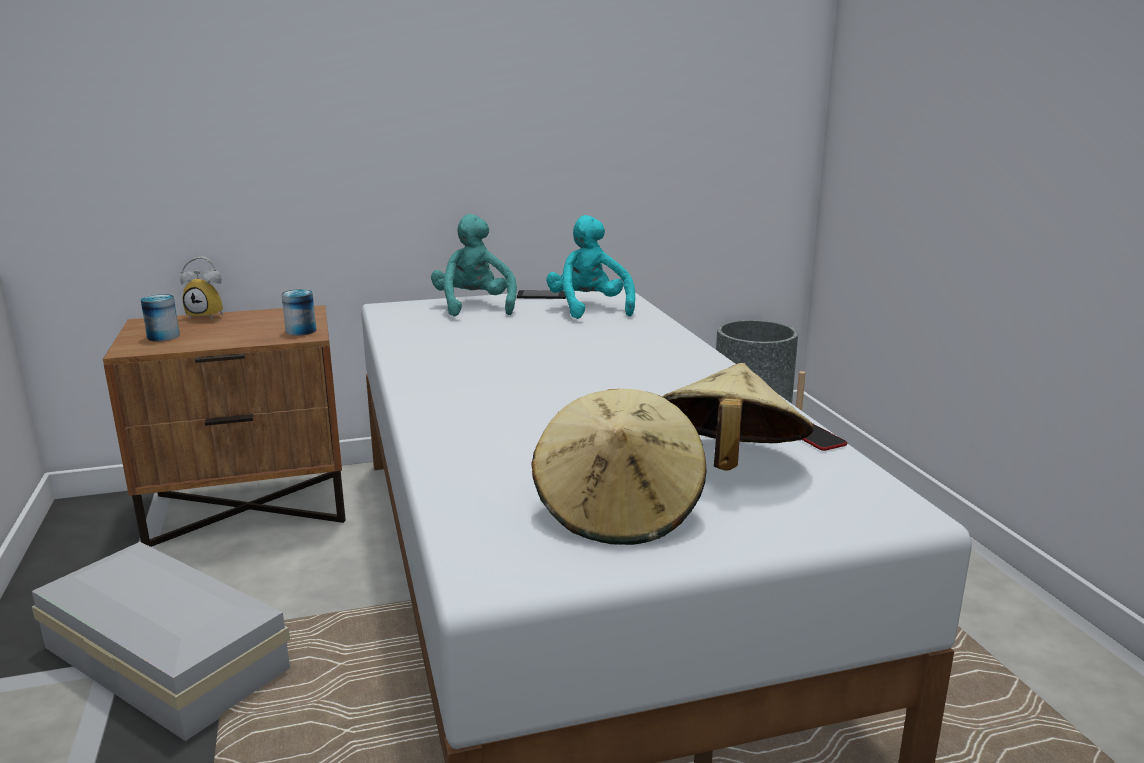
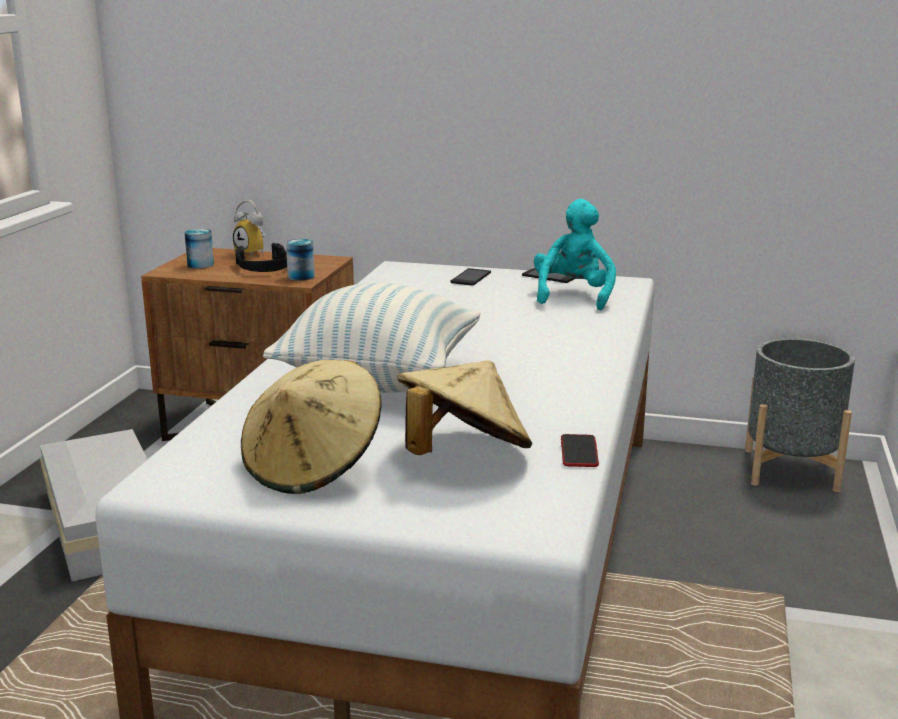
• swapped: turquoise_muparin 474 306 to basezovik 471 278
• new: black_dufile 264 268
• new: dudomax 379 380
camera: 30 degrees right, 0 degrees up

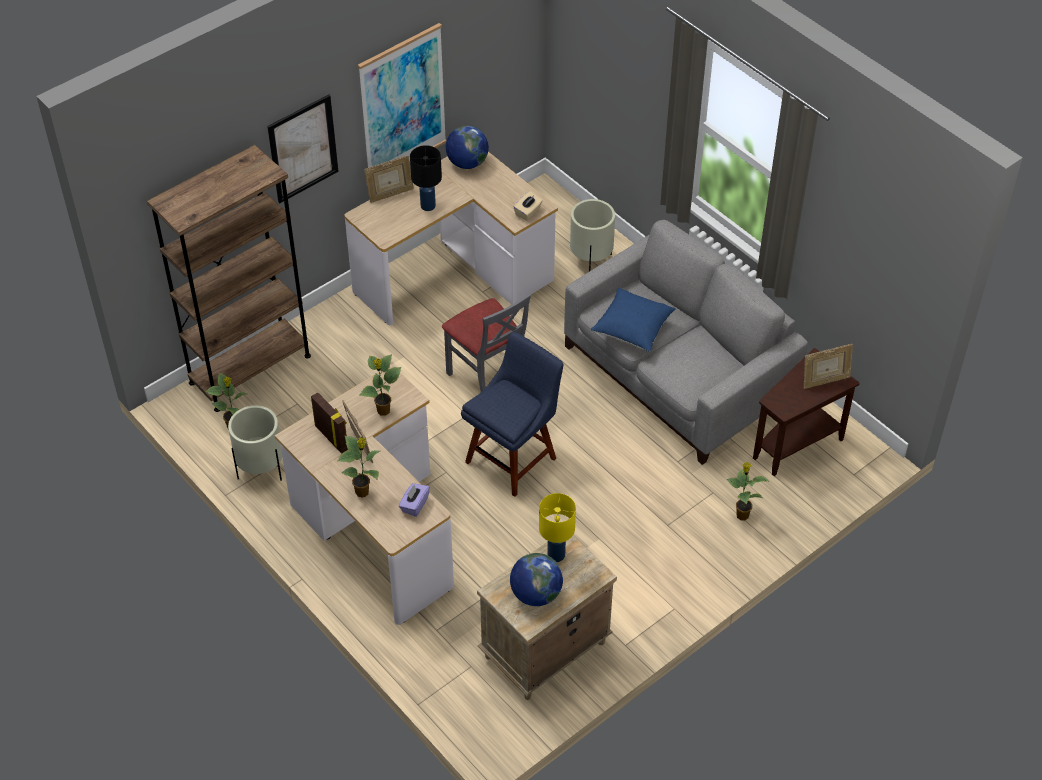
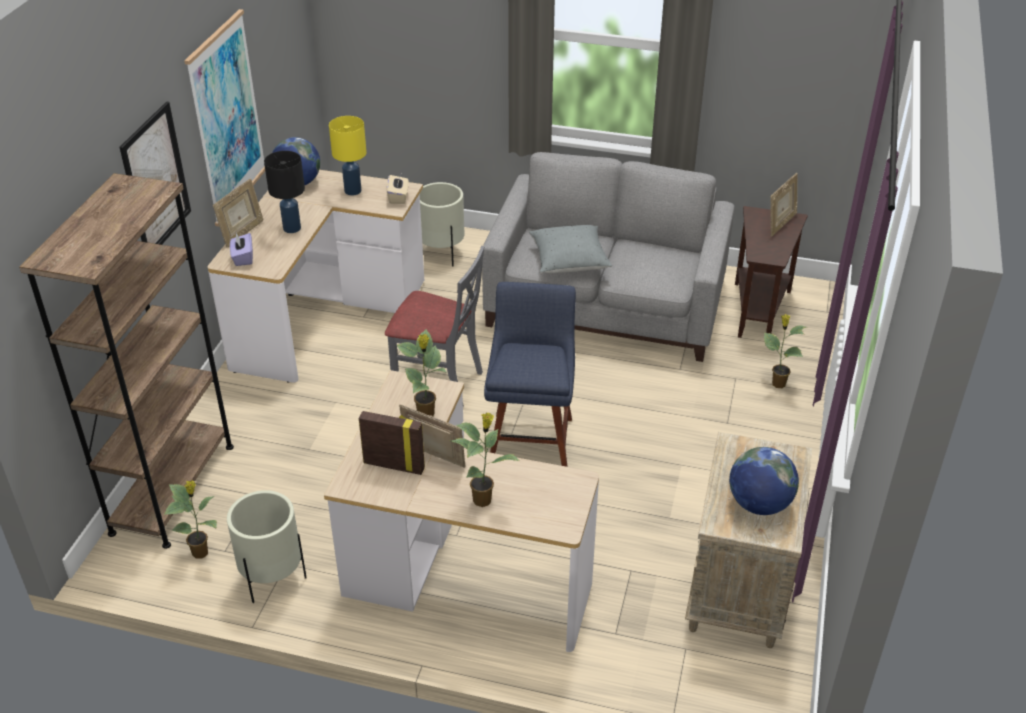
• repainted: blue_dudomax 632 329 to grey_dudomax 569 261
• shifted: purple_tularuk 414 505 to 243 258
• shifted: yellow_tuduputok 555 554 to 352 191
camera: 35 degrees left, 10 degrees down

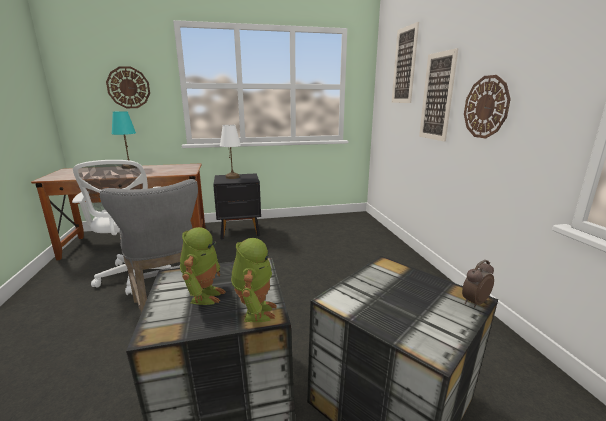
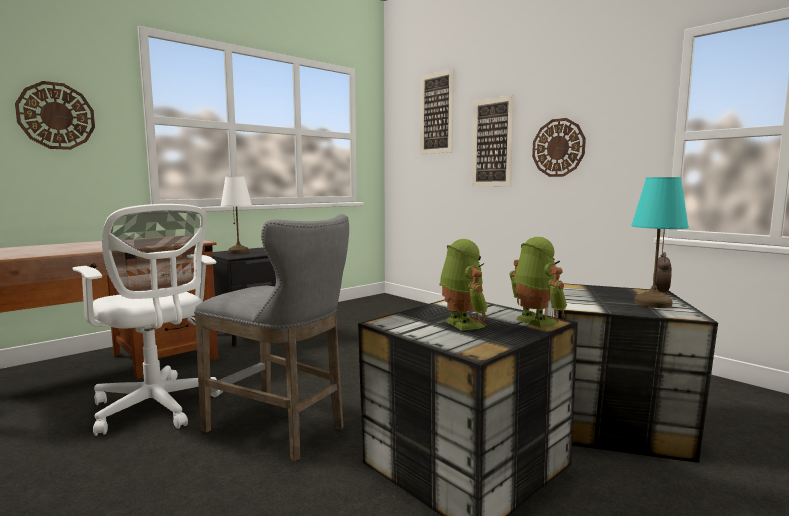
• shifted: turquoise_tuduputok 129 167 to 652 303
camera: 30 degrees left, 10 degrees down

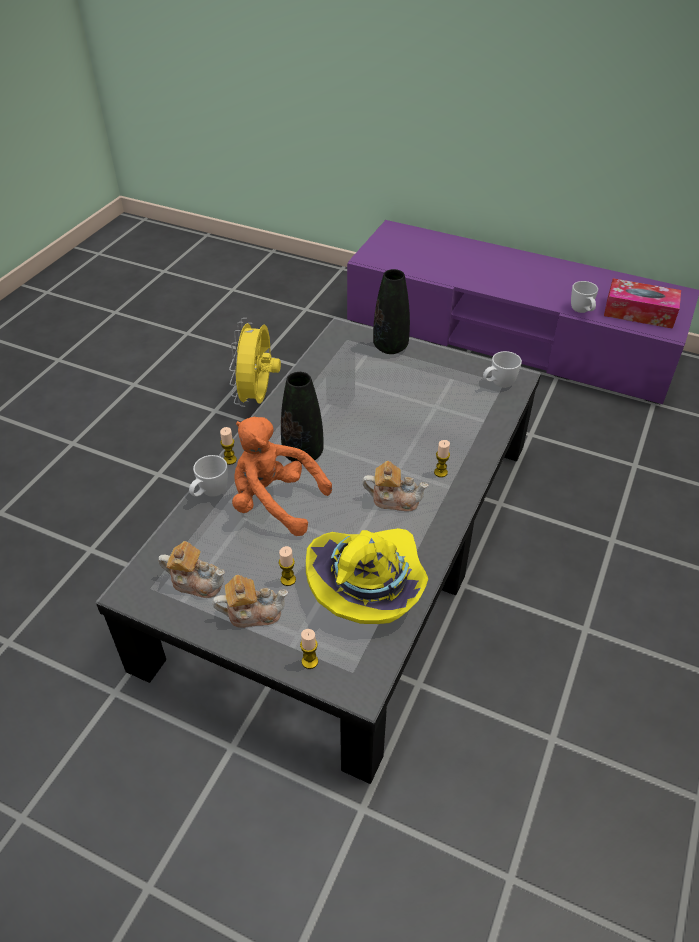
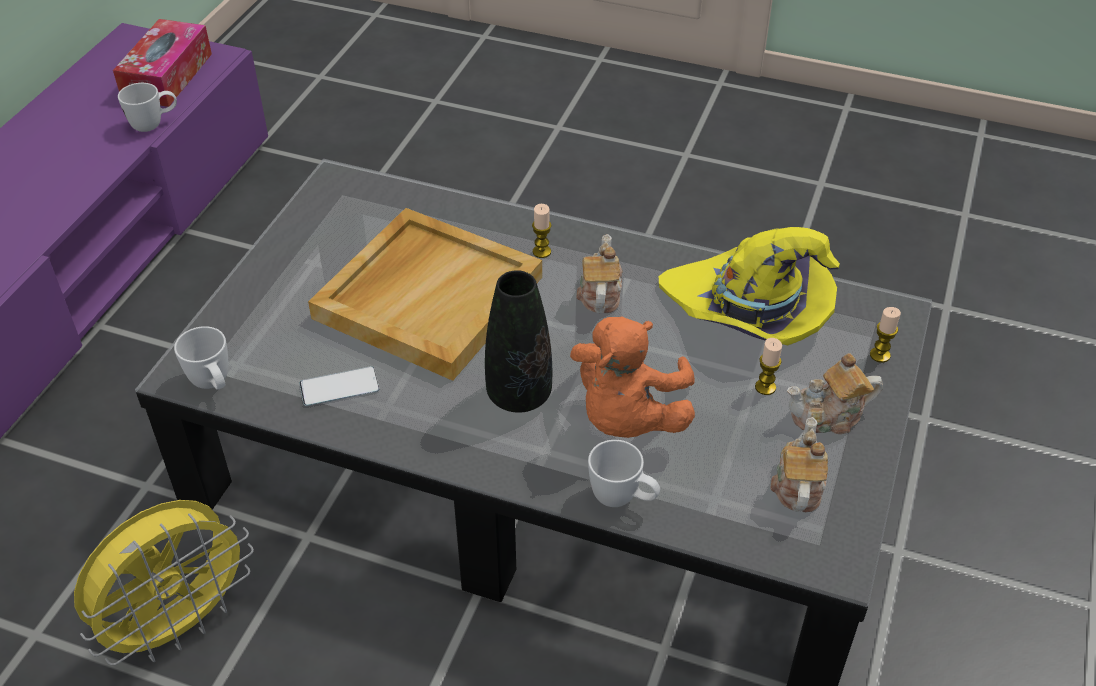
• gone: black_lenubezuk 390 347
• rotated: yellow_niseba 257 398 = 179 625 45 degrees counterclockwise
• shifted: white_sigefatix 498 384 to 213 385
• gone: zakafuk 230 460
• rotated: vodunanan 253 613 = 829 416 90 degrees counterclockwise
• new: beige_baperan 428 296
• new: basezovik 339 387
camera: 95 degrees left, 0 degrees up

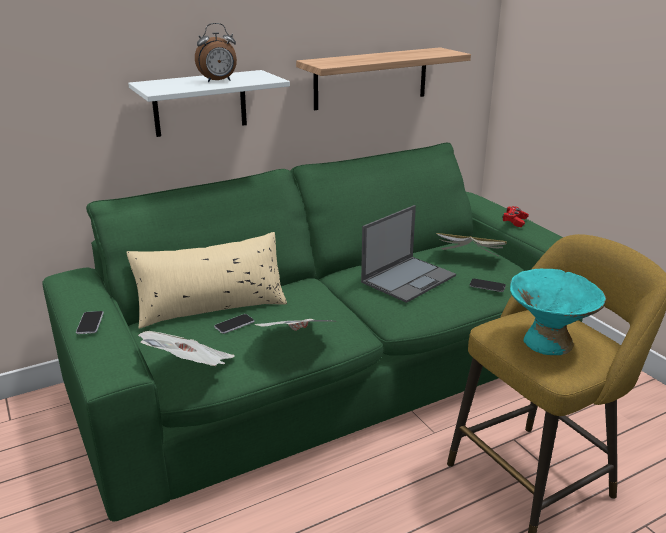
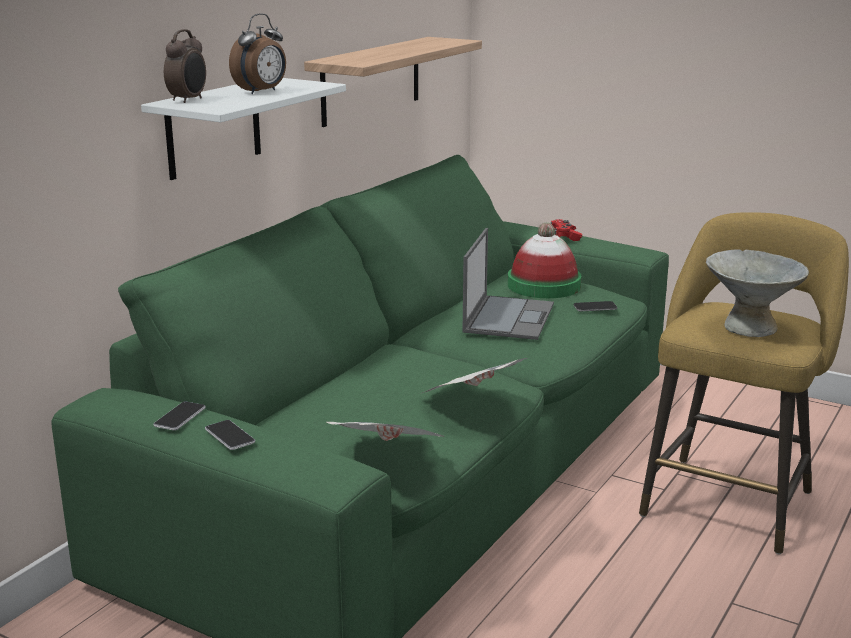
• gone: beige_dudomax 211 307
• swapped: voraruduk 469 258 to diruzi 544 285
• repainted: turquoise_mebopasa 548 342 to grey_mebopasa 750 327
• shifted: basezovik 234 324 to 180 417
• new: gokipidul 188 100
camera: 30 degrees left, 5 degrees down

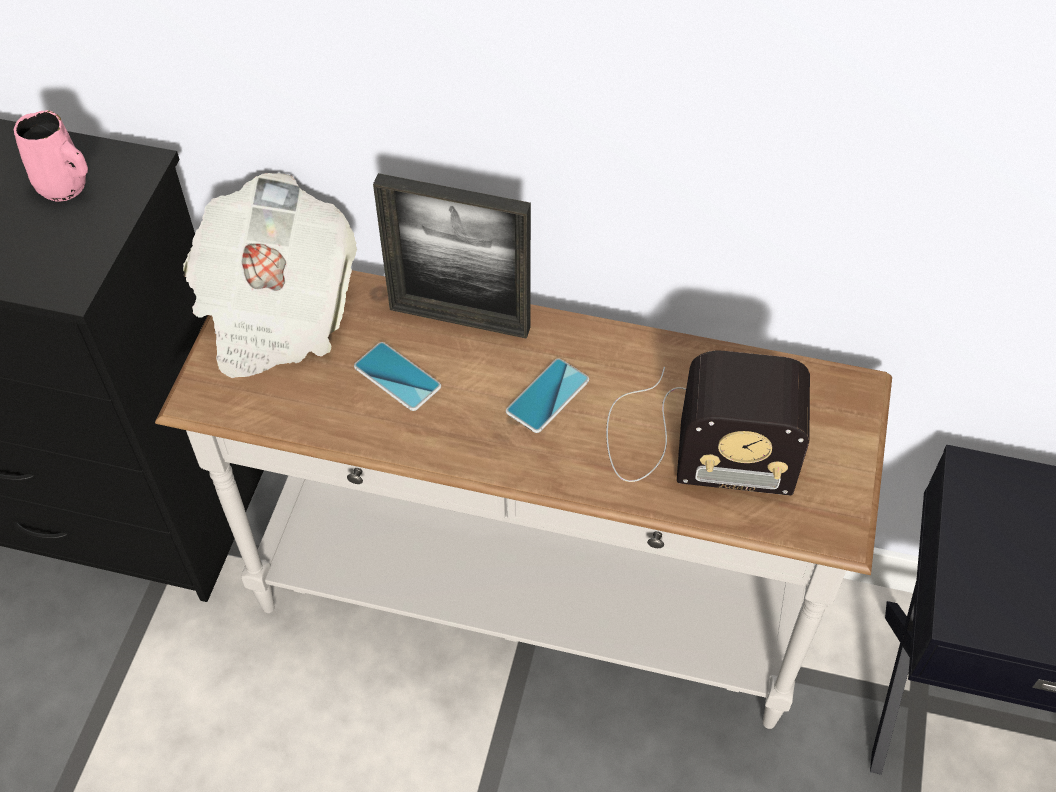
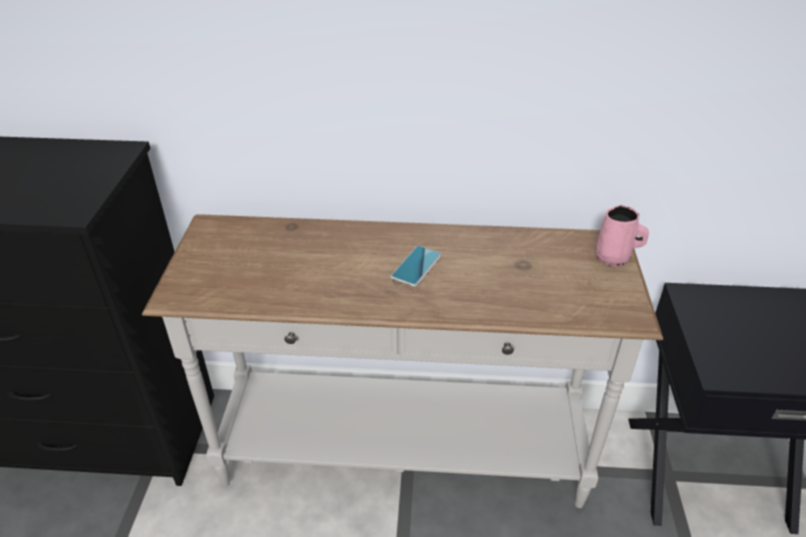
• shifted: pink_sigefatix 65 187 to 614 258
• gone: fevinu 274 310
• gone: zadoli 459 318
• gone: basezovik 397 377
• gone: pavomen 693 444
camera: 10 degrees left, 15 degrees down

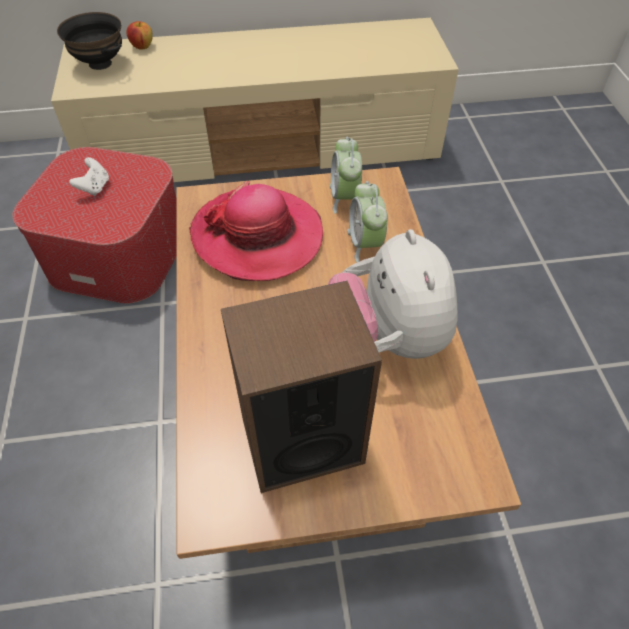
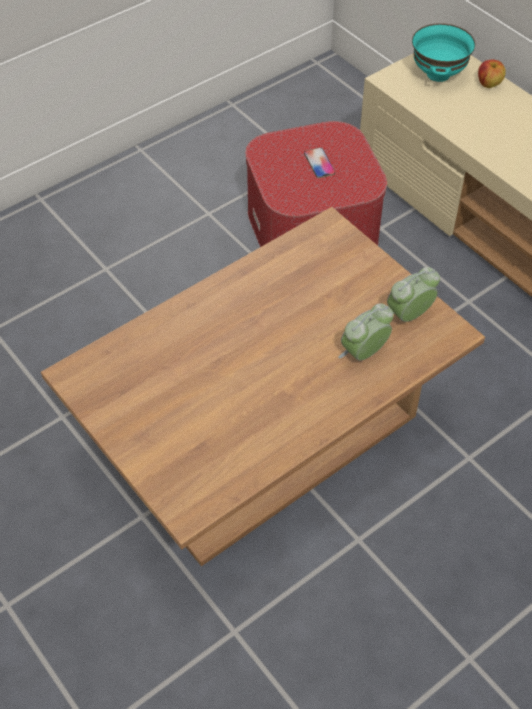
• repainted: black_mebopasa 101 63 to turquoise_mebopasa 439 75
• swapped: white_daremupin 95 187 to basezovik 319 163
• gone: diruzi 258 236
• gone: muparin 387 338
• gone: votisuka 301 440
camera: 60 degrees right, 0 degrees up

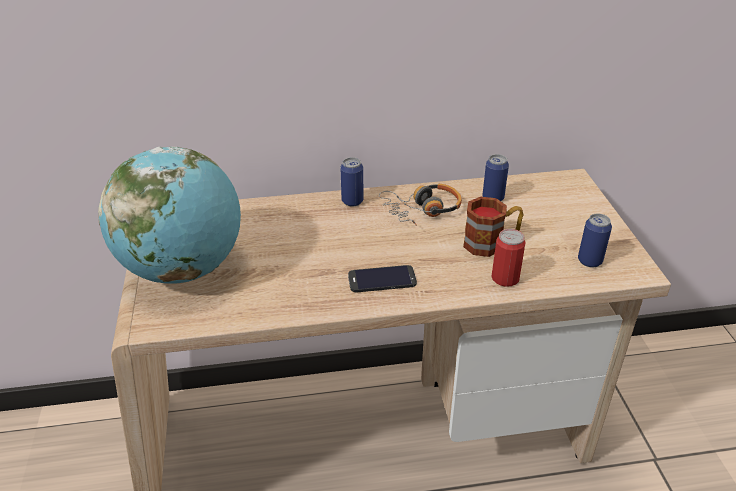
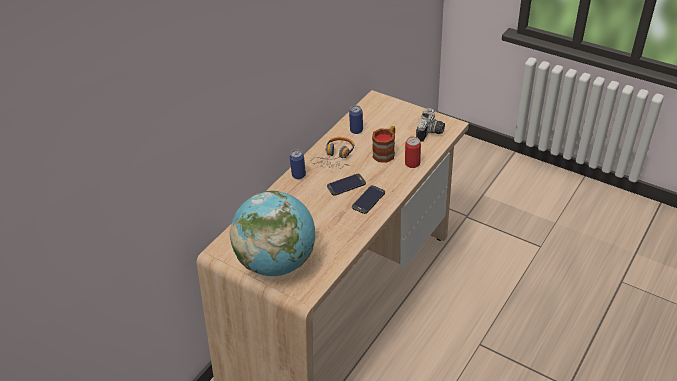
• swapped: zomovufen 589 261 to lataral 431 133
• new: basezovik 346 185
camera: 45 degrees left, 5 degrees up

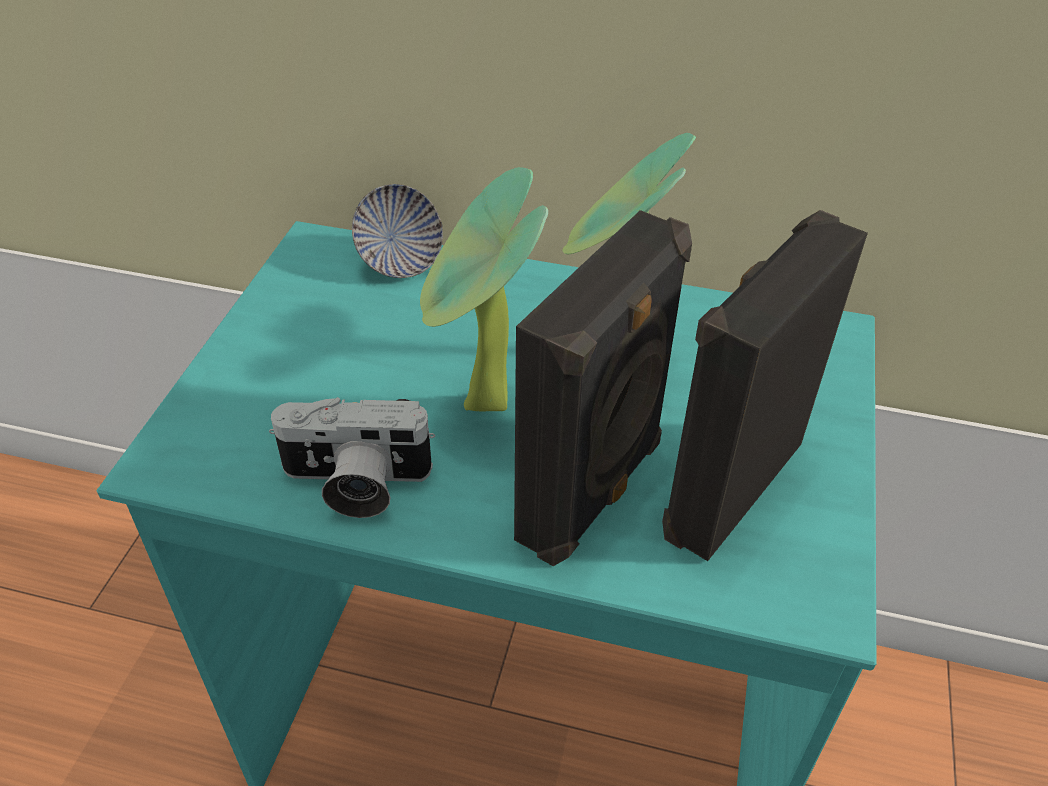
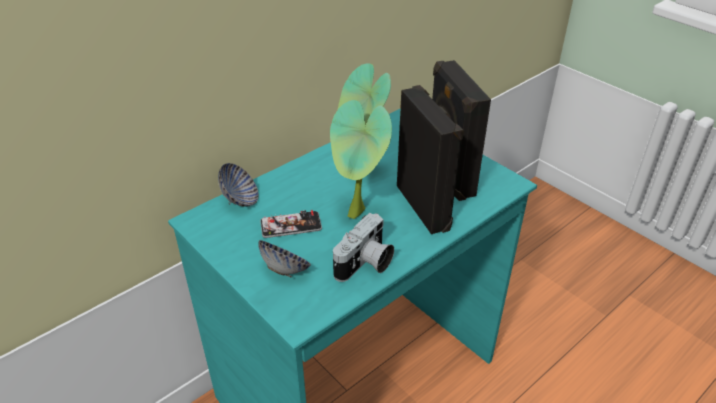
• new: basezovik 291 225
• new: mebopasa 285 270
camera: 55 degrees left, 5 degrees down

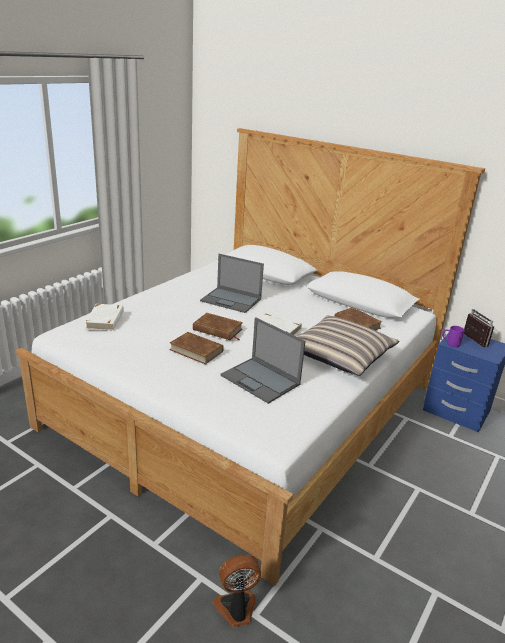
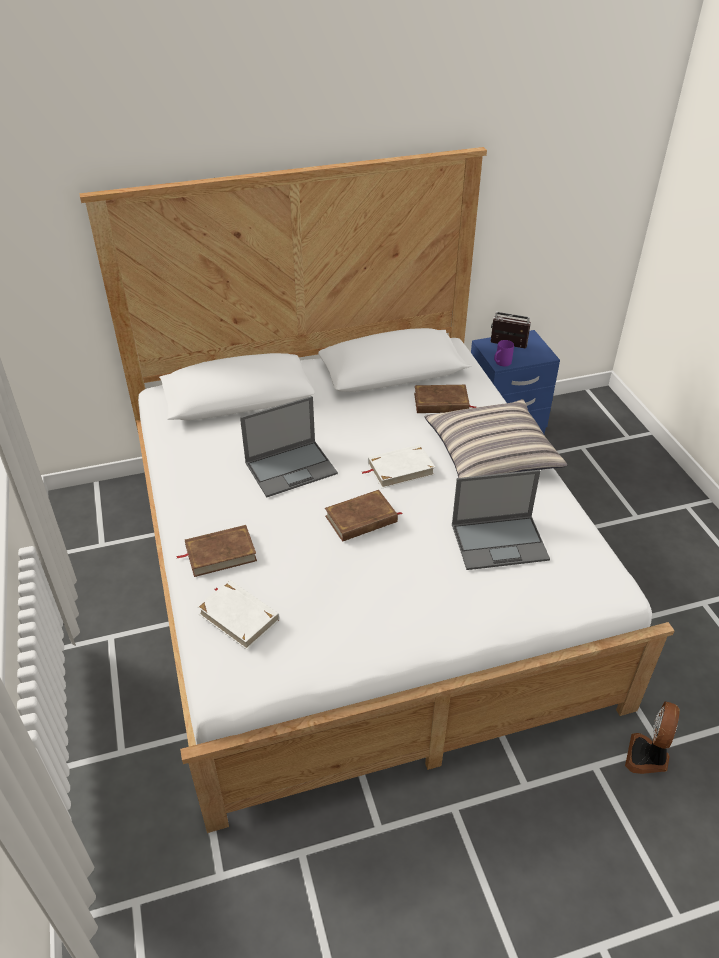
• shifted: brown_voraruduk 196 350 to 220 553
camera: 50 degrees left, 15 degrees up

